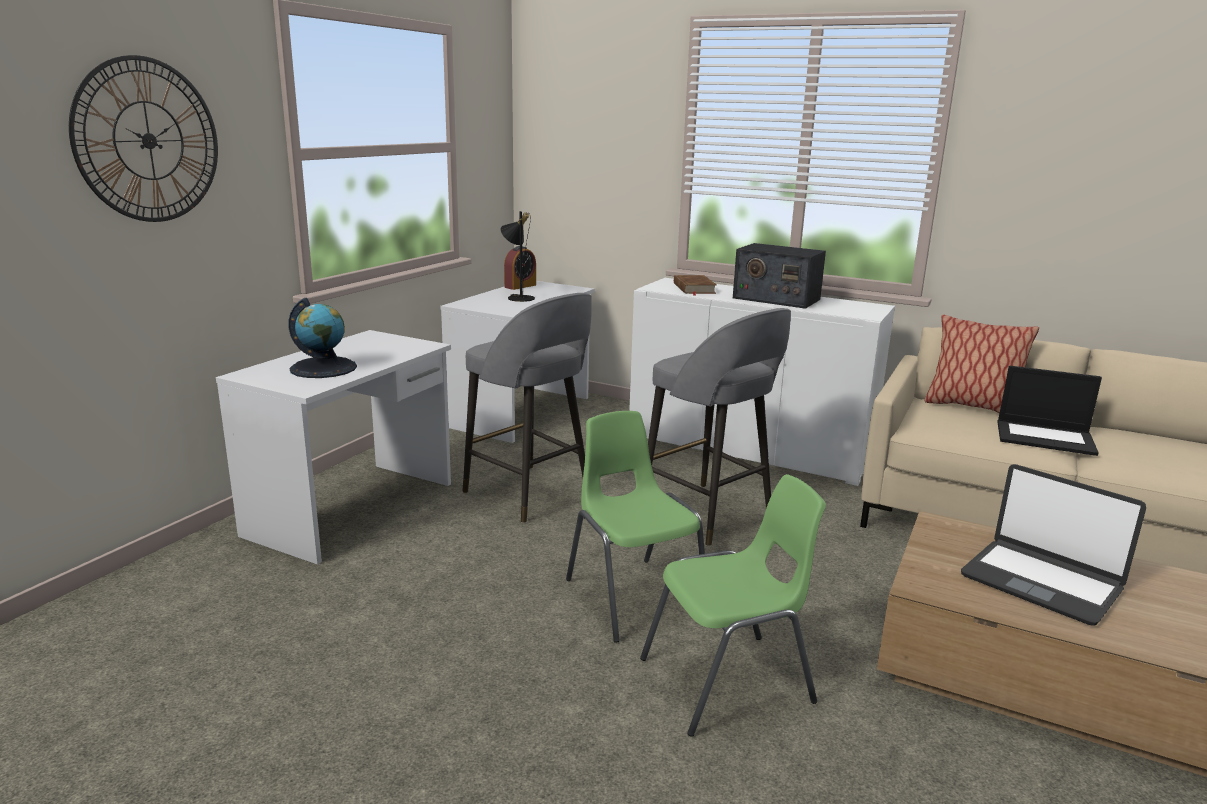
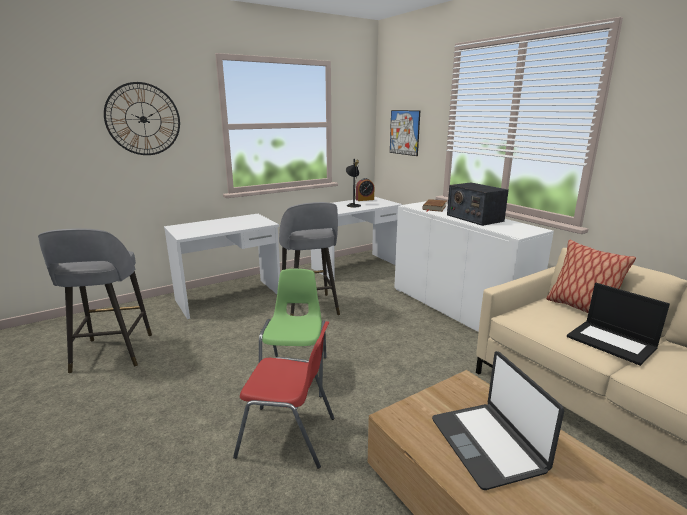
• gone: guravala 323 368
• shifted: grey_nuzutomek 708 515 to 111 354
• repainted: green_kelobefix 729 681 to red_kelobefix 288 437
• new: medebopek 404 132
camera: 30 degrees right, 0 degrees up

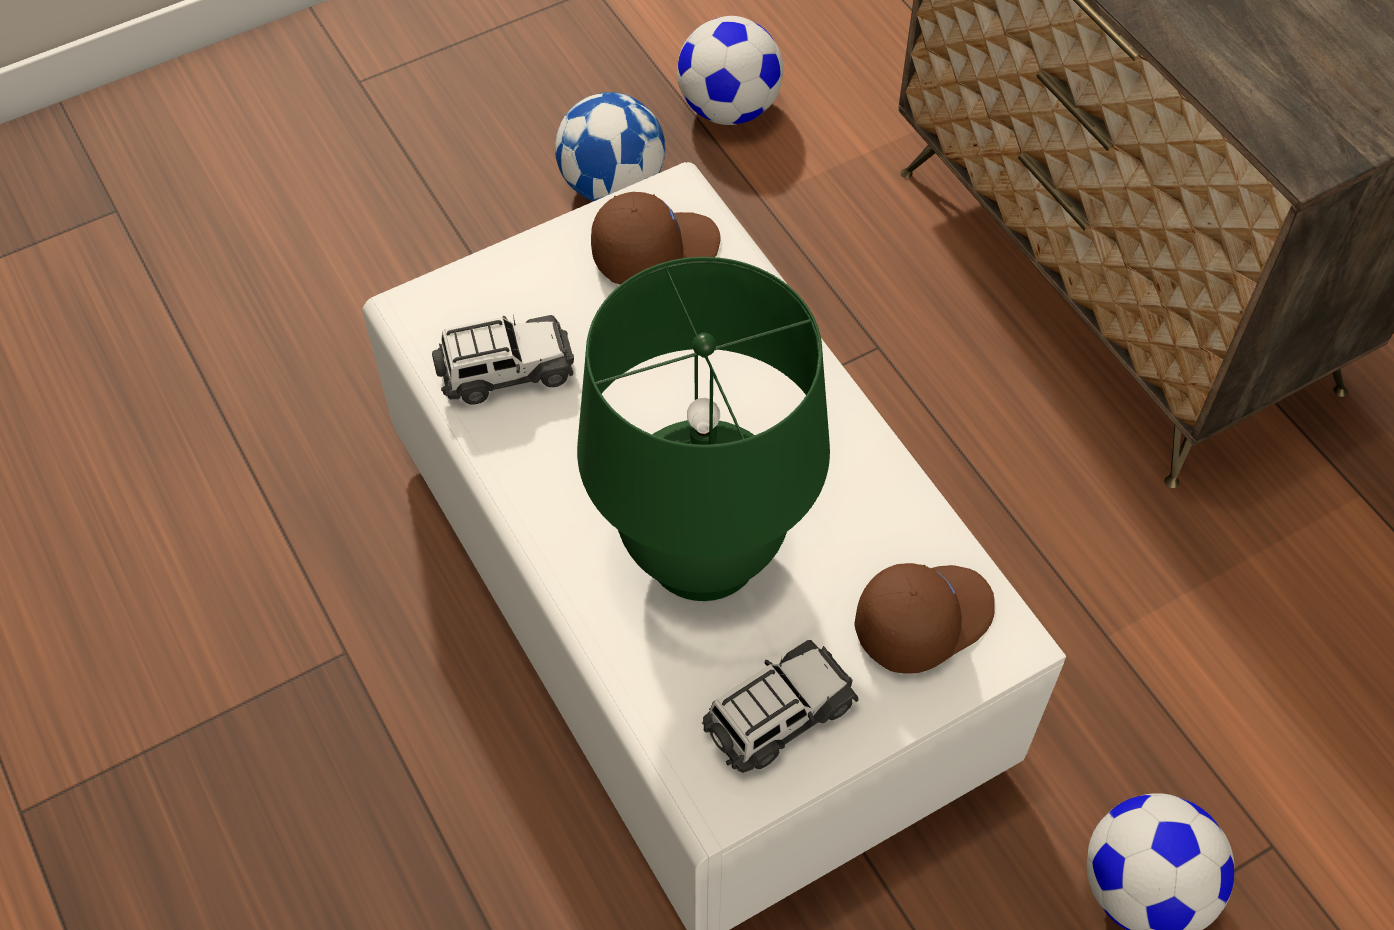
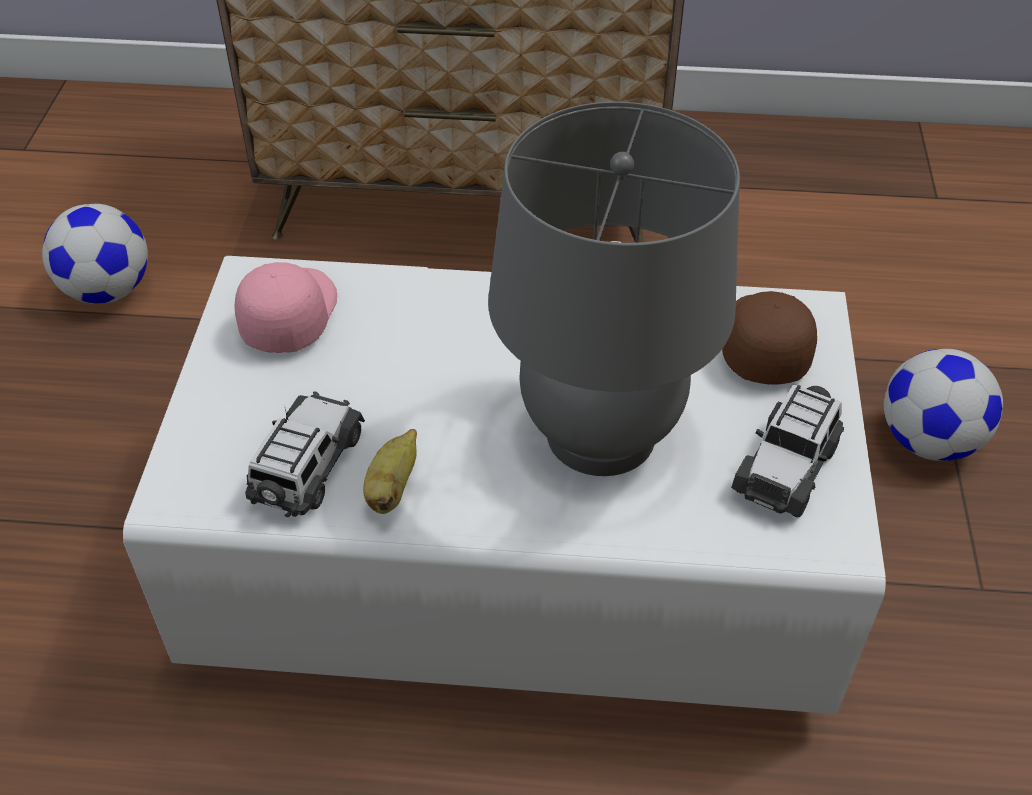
• gone: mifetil 613 185
• repainted: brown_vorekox 655 250 to pink_vorekox 288 315
• repainted: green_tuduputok 702 551 to grey_tuduputok 600 434
• rotated: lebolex 778 716 = 787 467 150 degrees counterclockwise
• new: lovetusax 392 487
camera: 55 degrees left, 10 degrees down

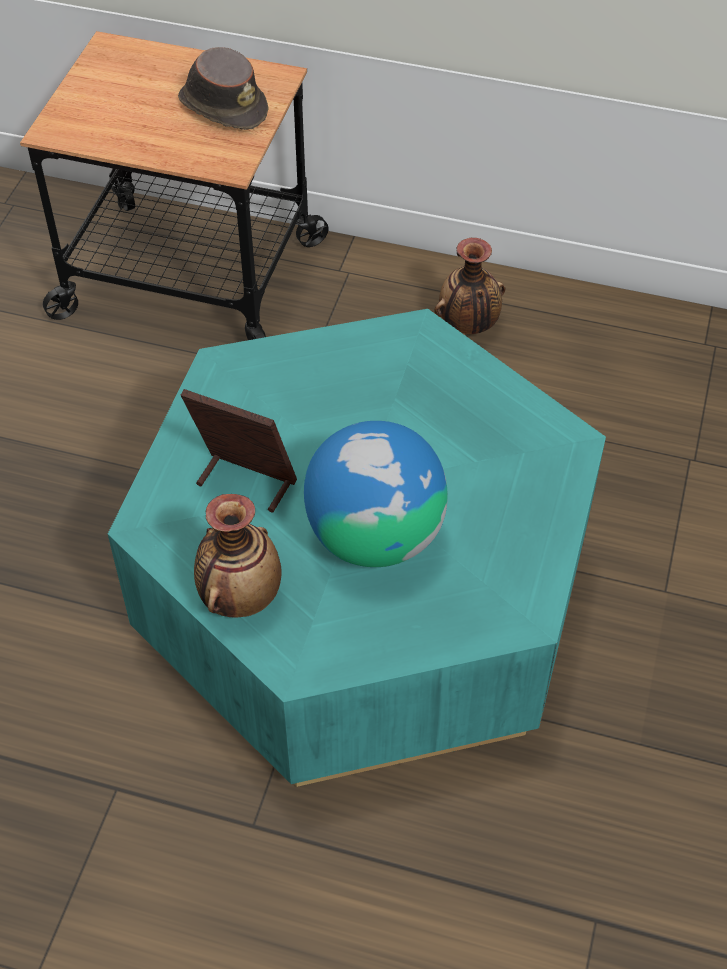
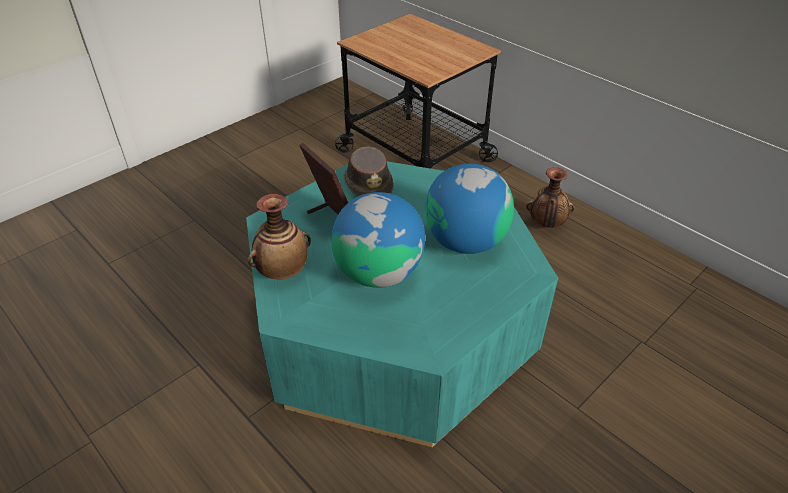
• shifted: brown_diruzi 223 105 to 368 184
• new: guravala 465 241
camera: 30 degrees right, 10 degrees down

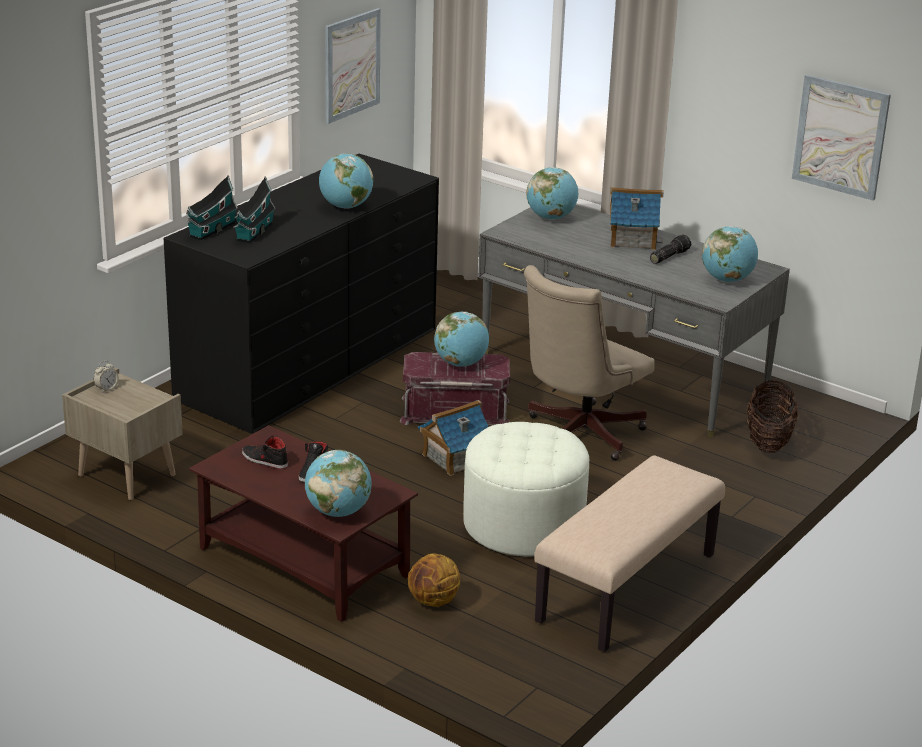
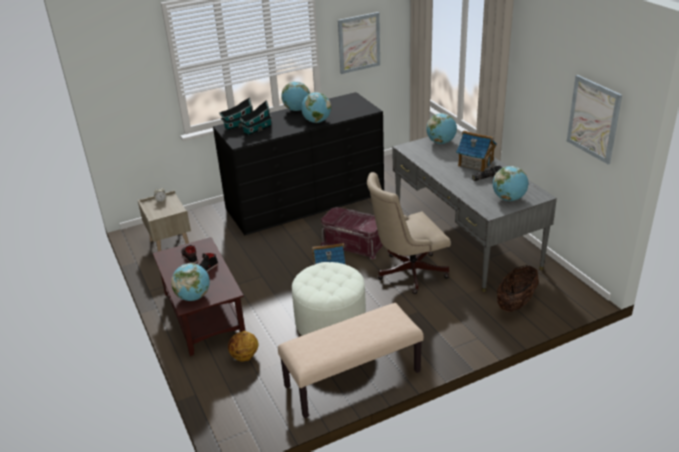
• shifted: guravala 461 364 to 297 110
camera: 30 degrees right, 5 degrees up

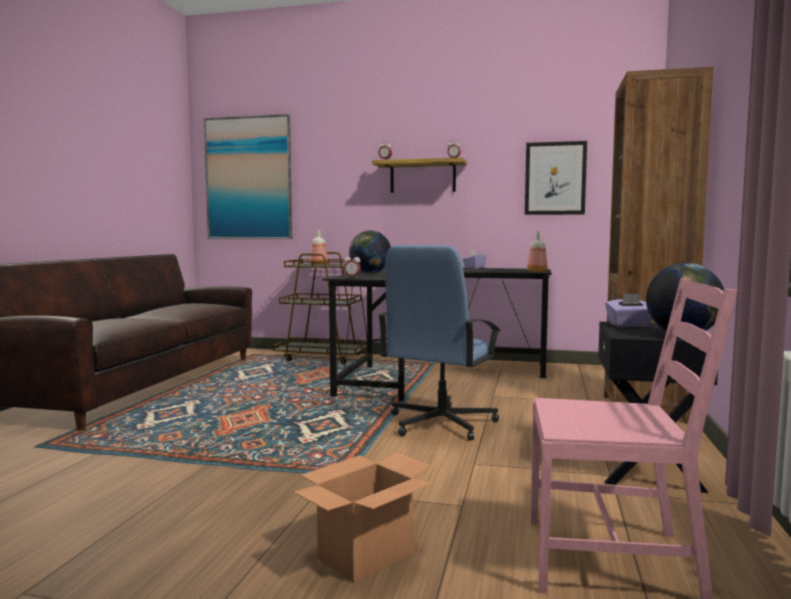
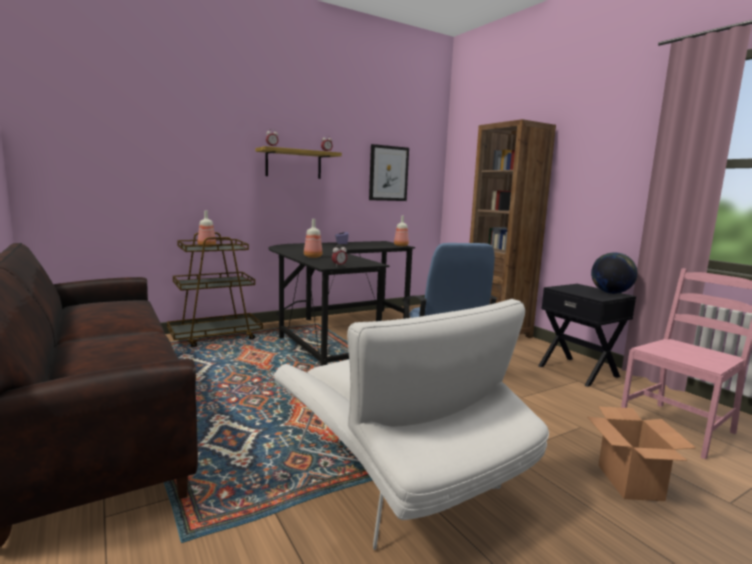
• gone: medebopek 248 178
• swapped: guravala 370 273 to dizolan 312 257
• gone: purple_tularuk 629 325
• new: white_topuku 400 479
camera: 45 degrees left, 5 degrees up

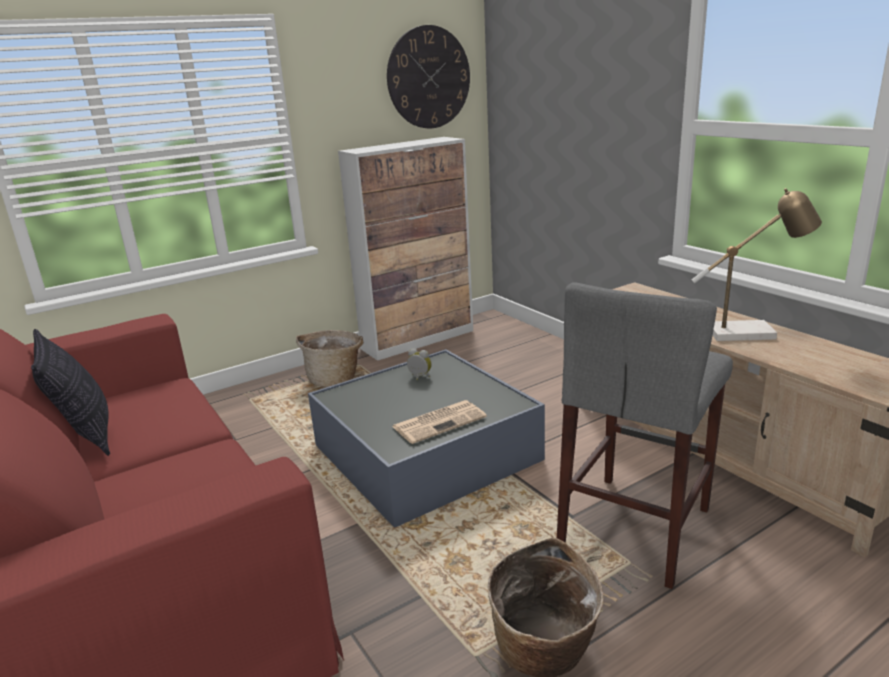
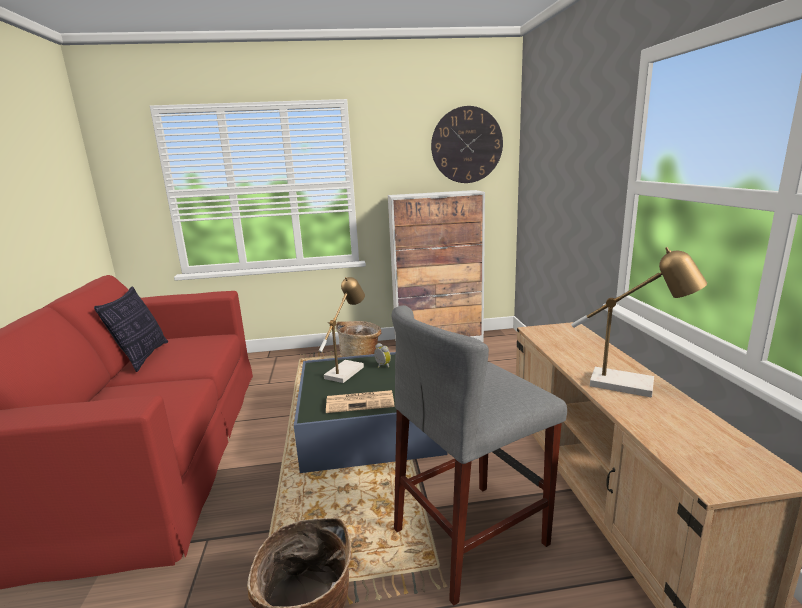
• new: tuduputok 347 370
camera: 25 degrees right, 5 degrees down

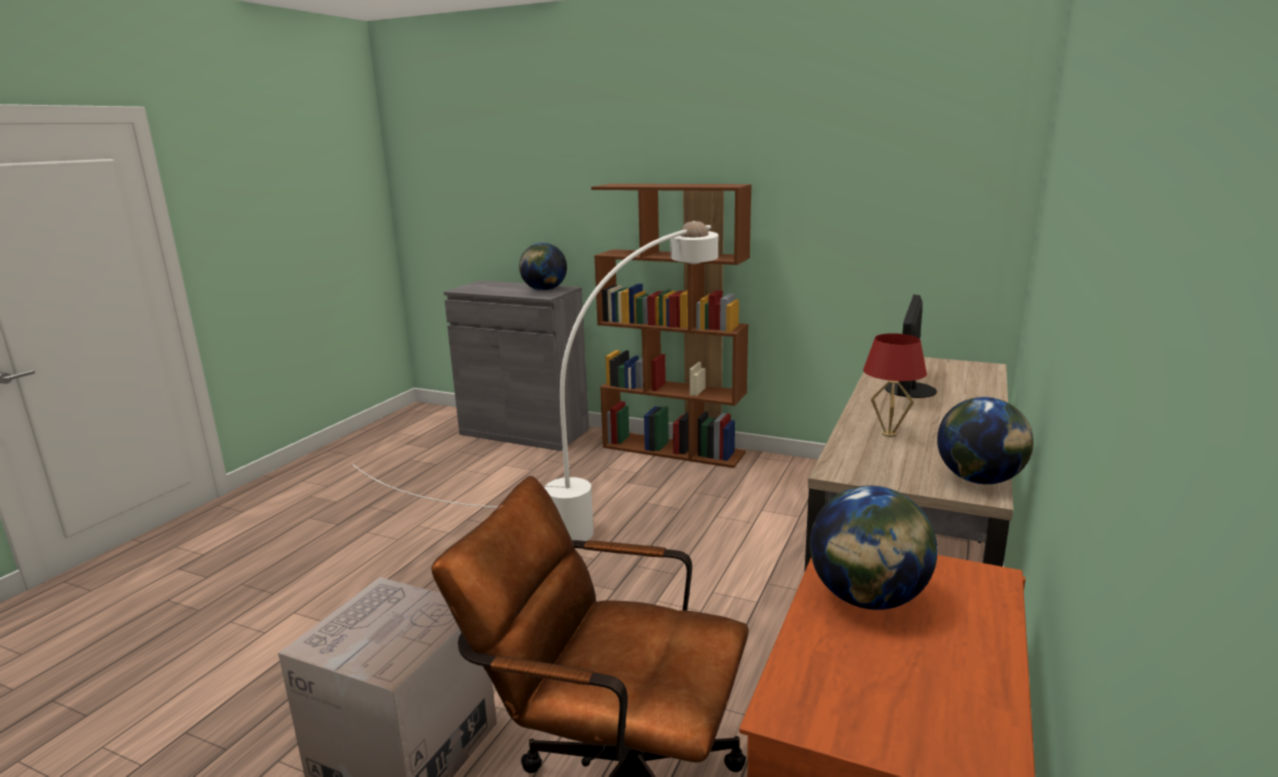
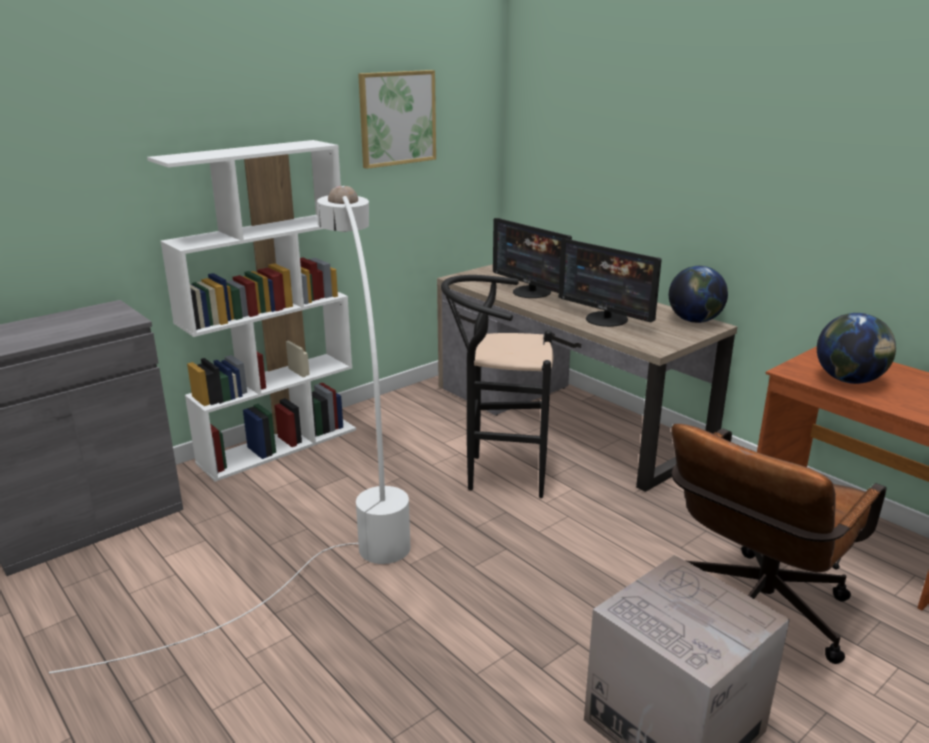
• repainted: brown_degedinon 674 449 to white_degedinon 279 445
• gone: guravala 544 290
• swapped: red_tuduputok 888 434 to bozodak 606 319
• new: medebopek 397 118
• new: black_nuzutomek 498 474
camera: 65 degrees left, 5 degrees up

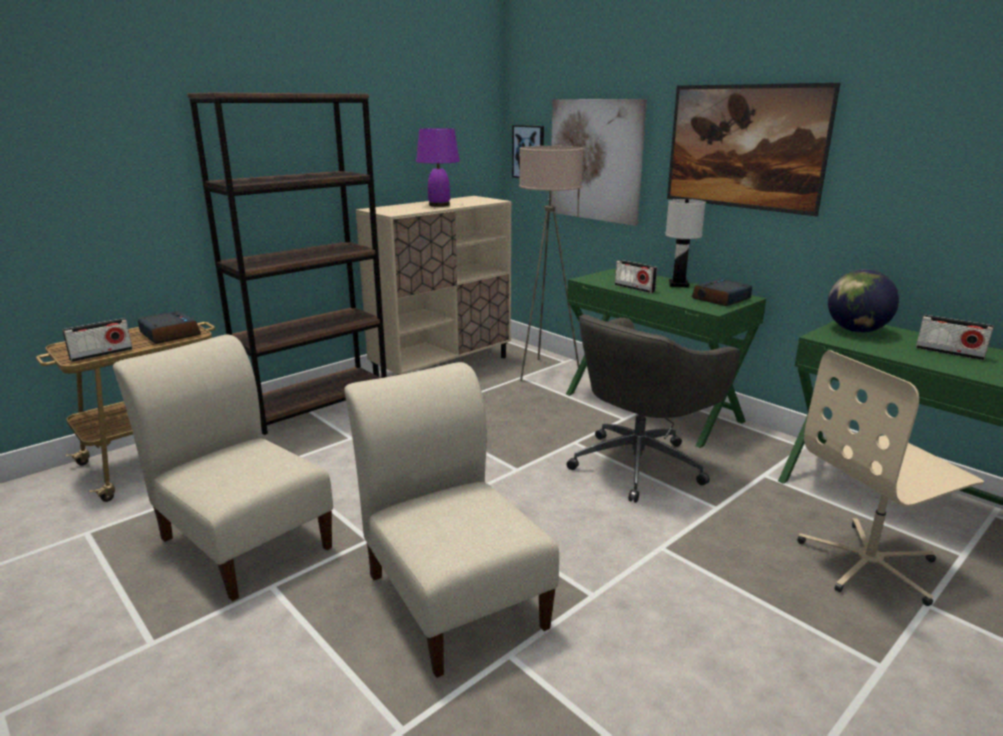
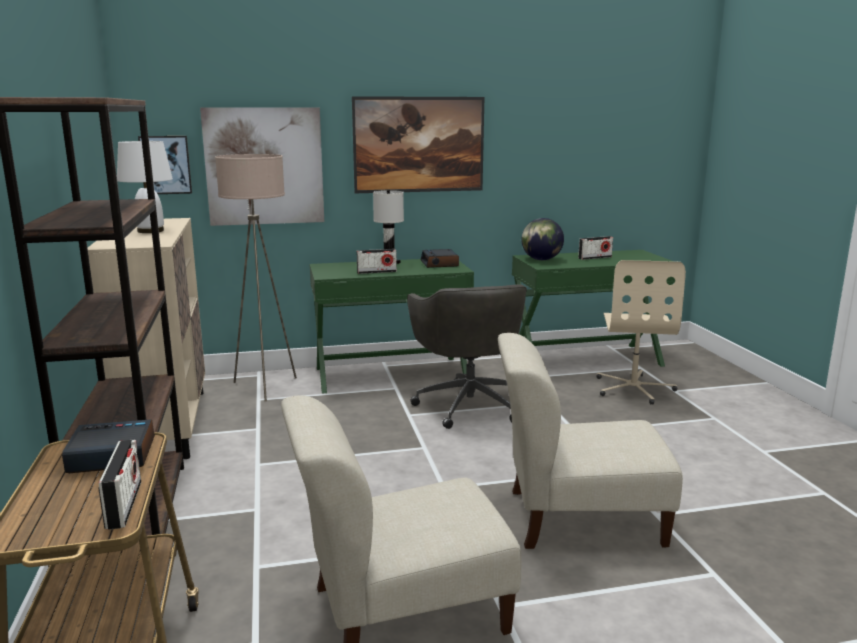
• repainted: purple_tuduputok 439 205 to white_tuduputok 151 231
camera: 60 degrees left, 5 degrees down

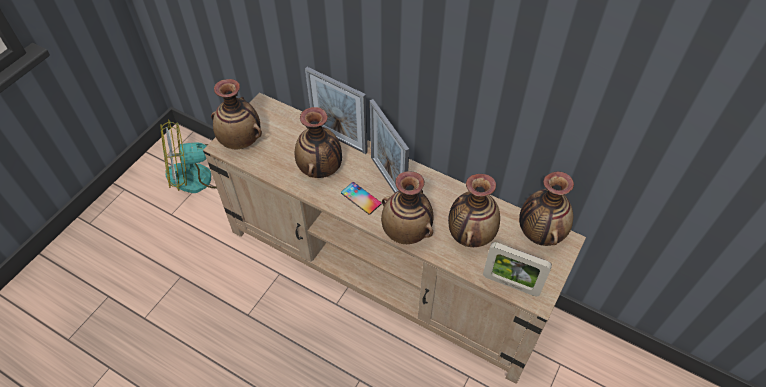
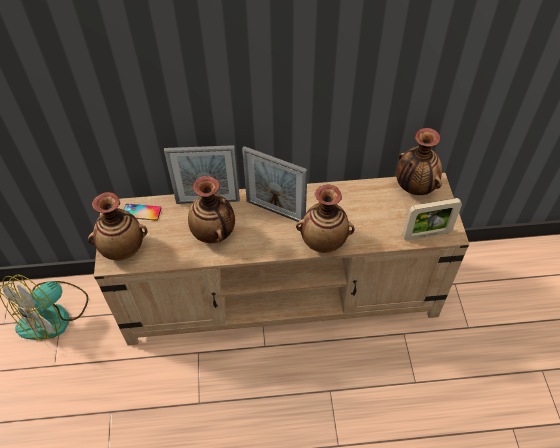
• gone: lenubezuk 470 234
• shifted: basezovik 361 198 to 141 212
camera: 35 degrees left, 0 degrees up

